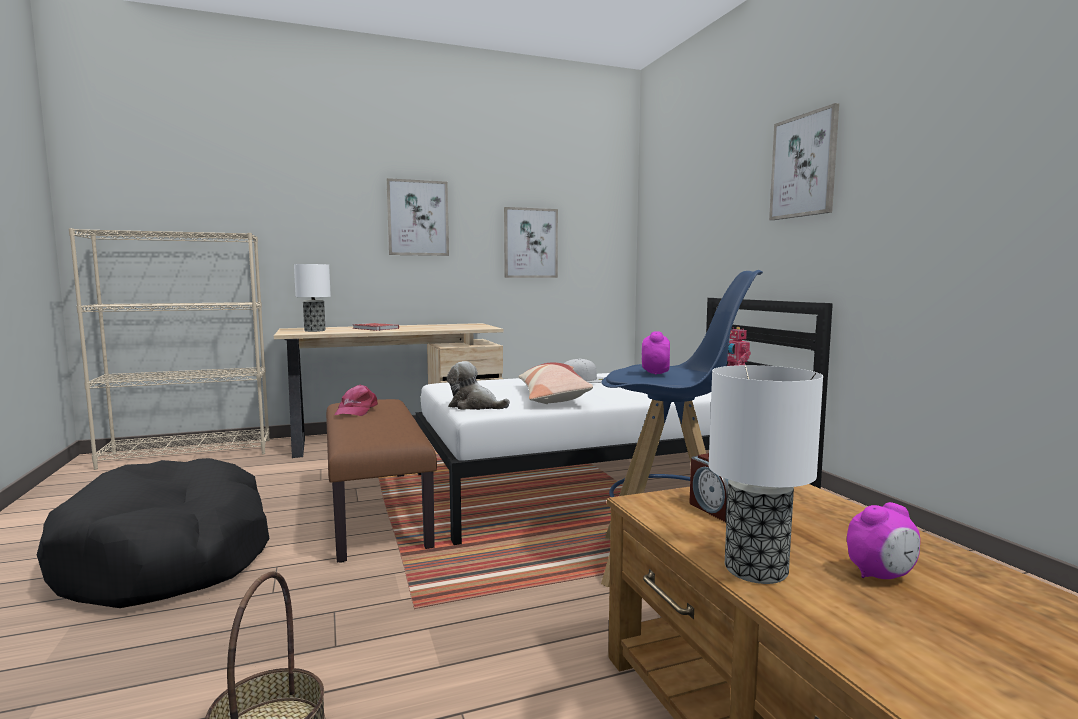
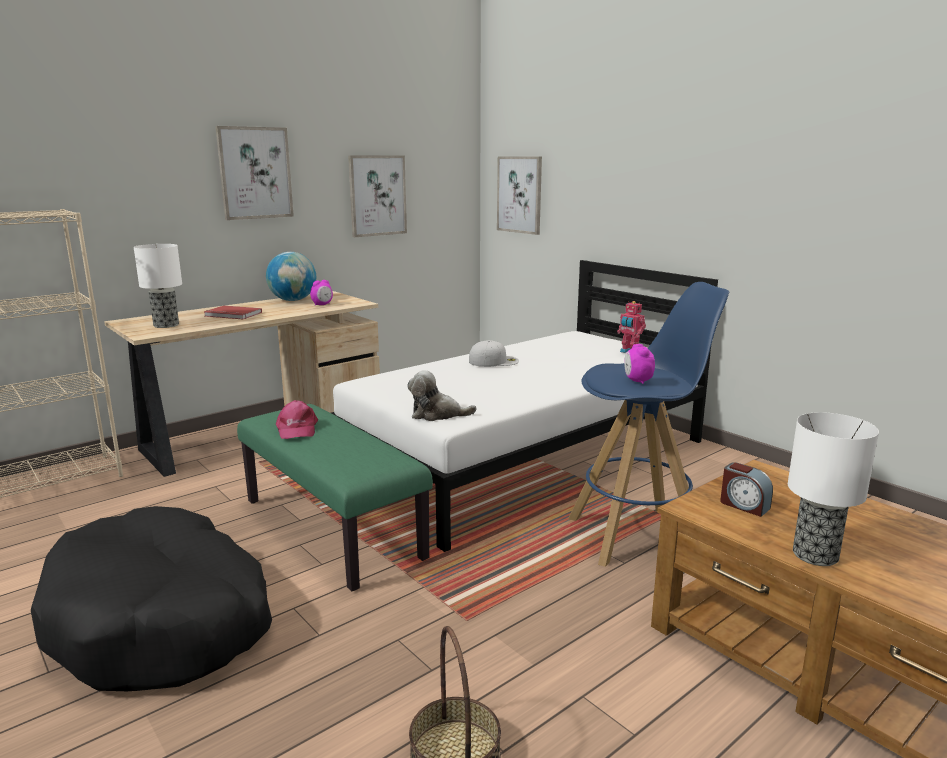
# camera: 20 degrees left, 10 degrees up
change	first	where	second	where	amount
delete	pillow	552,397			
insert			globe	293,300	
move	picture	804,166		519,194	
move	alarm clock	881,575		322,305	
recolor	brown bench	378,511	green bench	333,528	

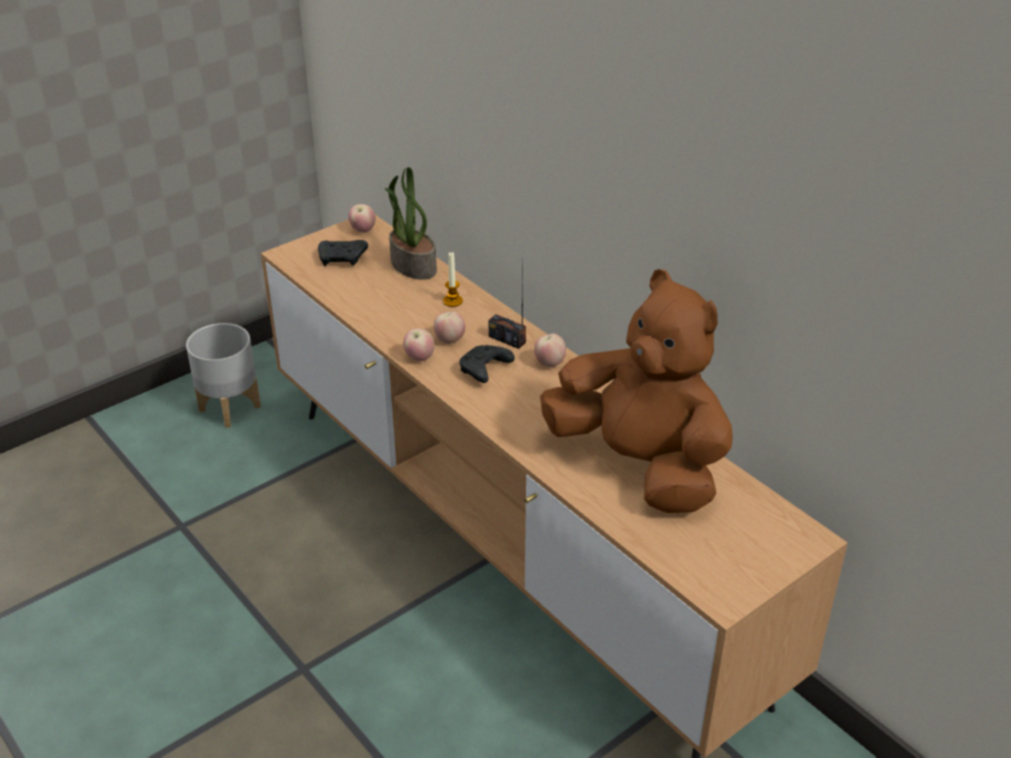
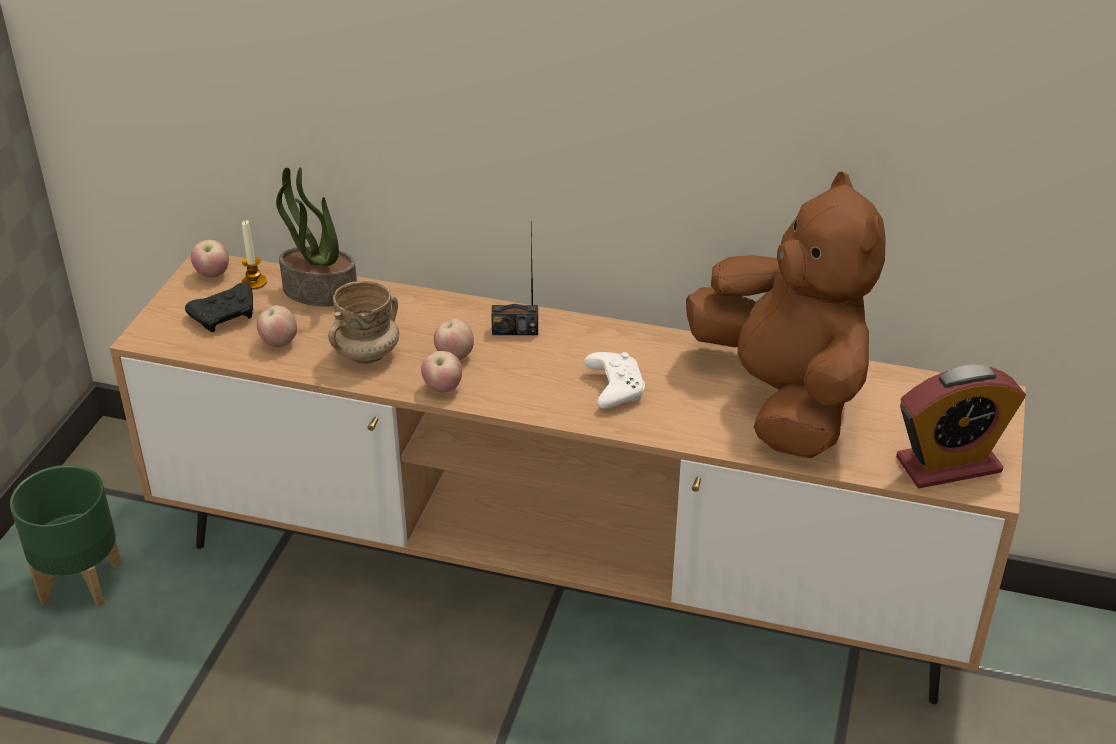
# camera: 35 degrees left, 0 degrees up
change	first	where	second	where	amount
delete	black game controller	484,371			
insert			beige mug	367,354	
insert			white game controller	613,388	
insert			alarm clock	948,465	
move	candle	452,301		254,282	
move	apple	550,363		279,342	
recolor	grey planter	231,407	green planter	81,581	
rotate	brown plush toy	640,465		783,398	60 degrees clockwise

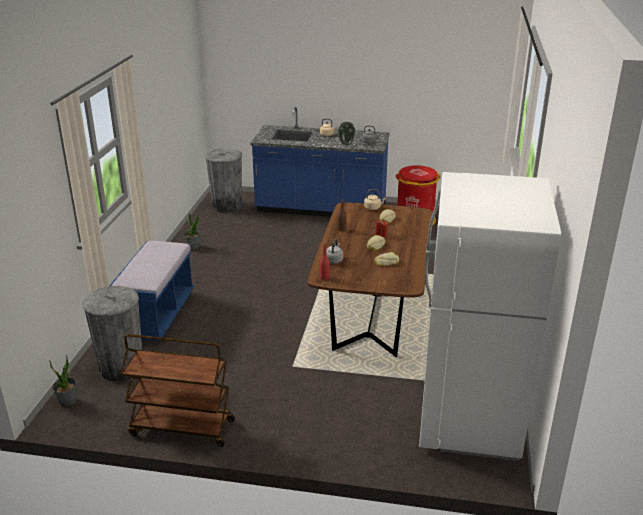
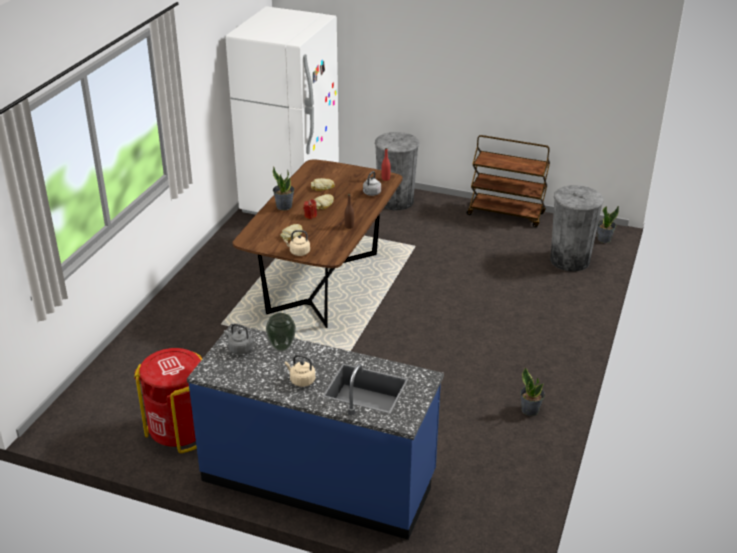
# camera: 170 degrees left, 5 degrees up
change	first	where	second	where	amount
delete	blue bench	156,315			
insert			potted plant	284,206	
move	grey trash can	227,206		395,201	

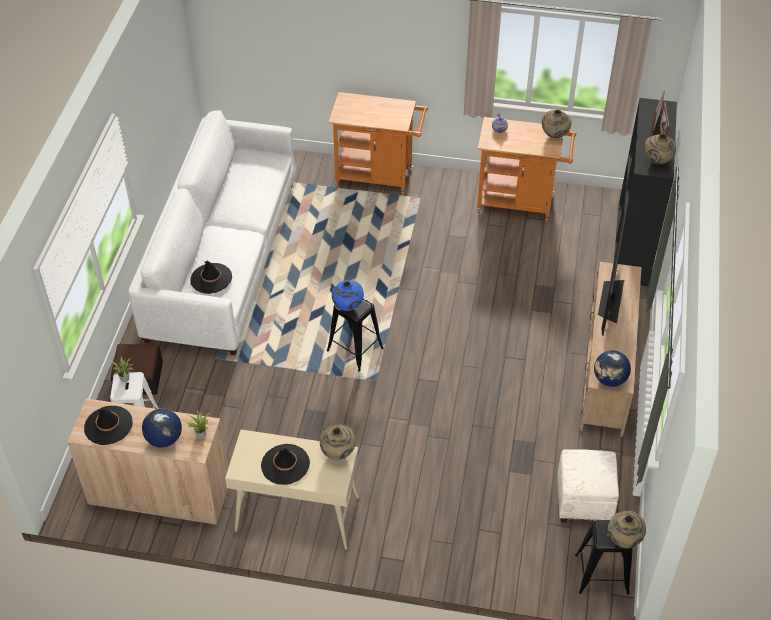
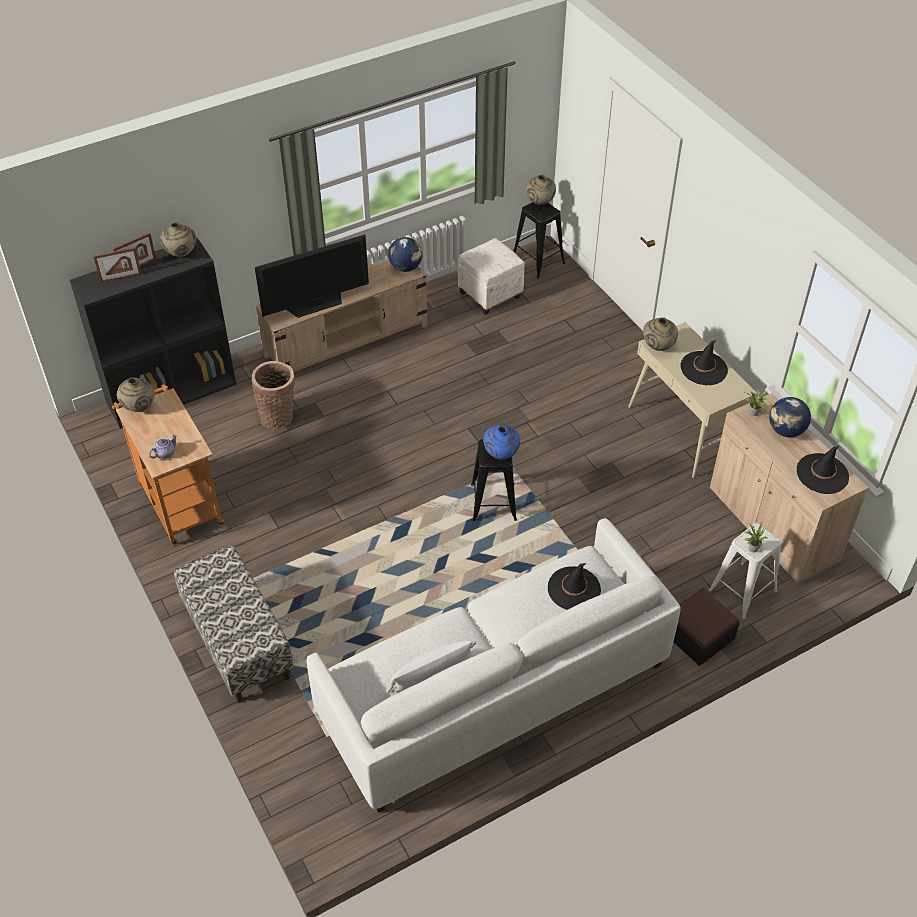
# camera: 130 degrees left, 0 degrees up
change	first	where	second	where	amount
insert			basket	278,416	
insert			white pillow	430,675	
replace	orange cart	379,177	bench	237,642	

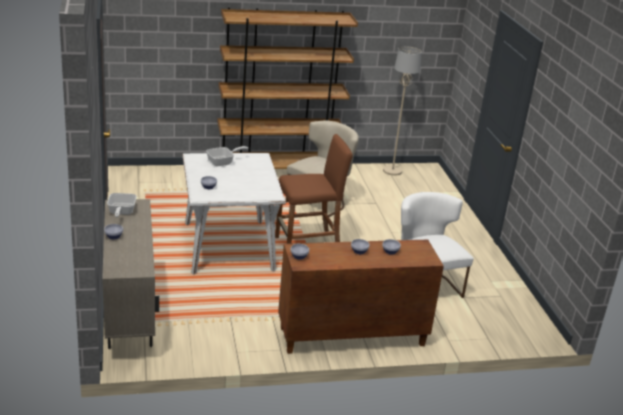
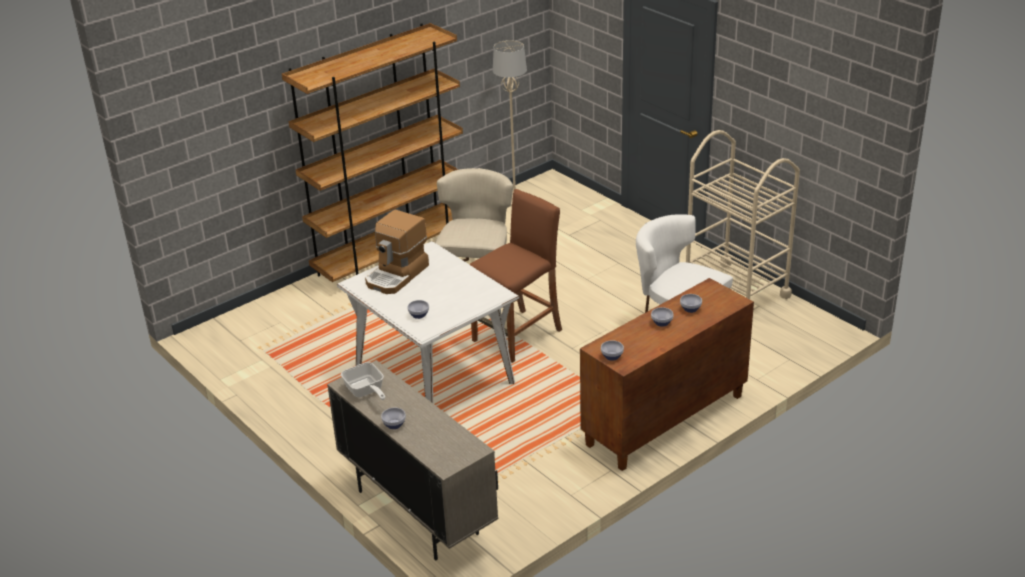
# camera: 25 degrees left, 5 degrees up
change	first	where	second	where	amount
insert			beige cart	735,291	
replace	frying pan	223,162	coffee machine	397,275	

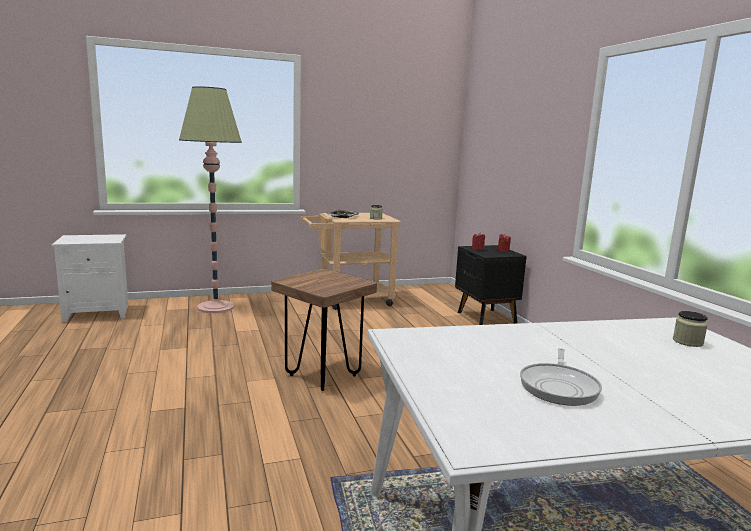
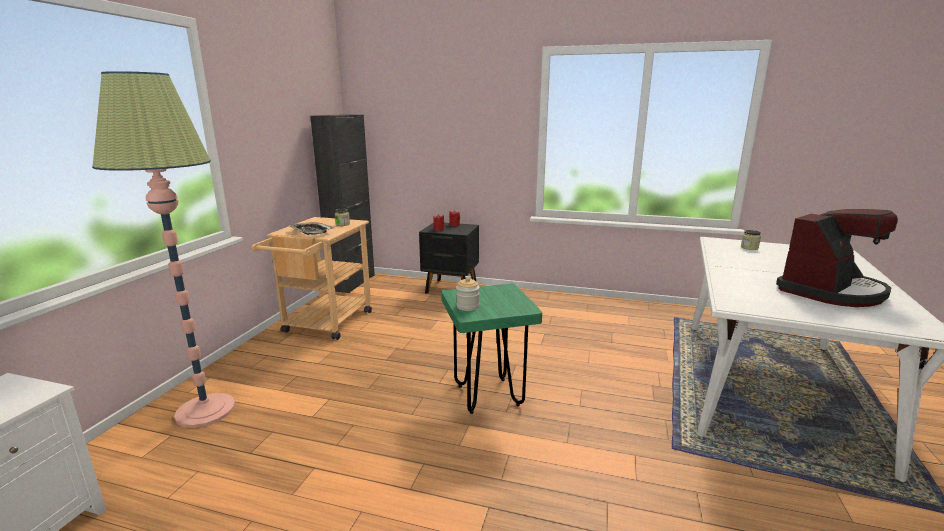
# camera: 55 degrees left, 5 degrees up
change	first	where	second	where	amount
insert			black cabinet	352,282	
insert			jar	467,306	
replace	frying pan	559,386	coffee machine	831,291	
recolor	brown stool	322,375	green stool	488,395	

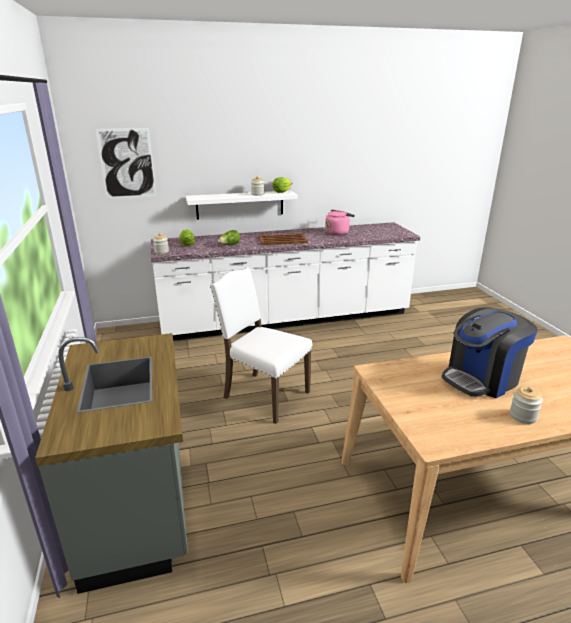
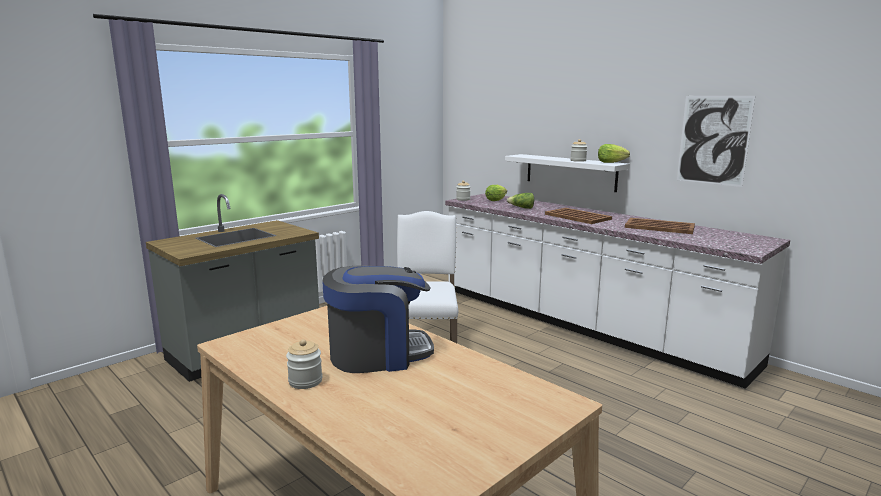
# camera: 60 degrees right, 10 degrees down
change	first	where	second	where	amount
move	picture	127,163		713,140	
replace	pink kettle	338,233	brown tray	660,227	
rotate	coffee machine	481,378		378,354	135 degrees clockwise

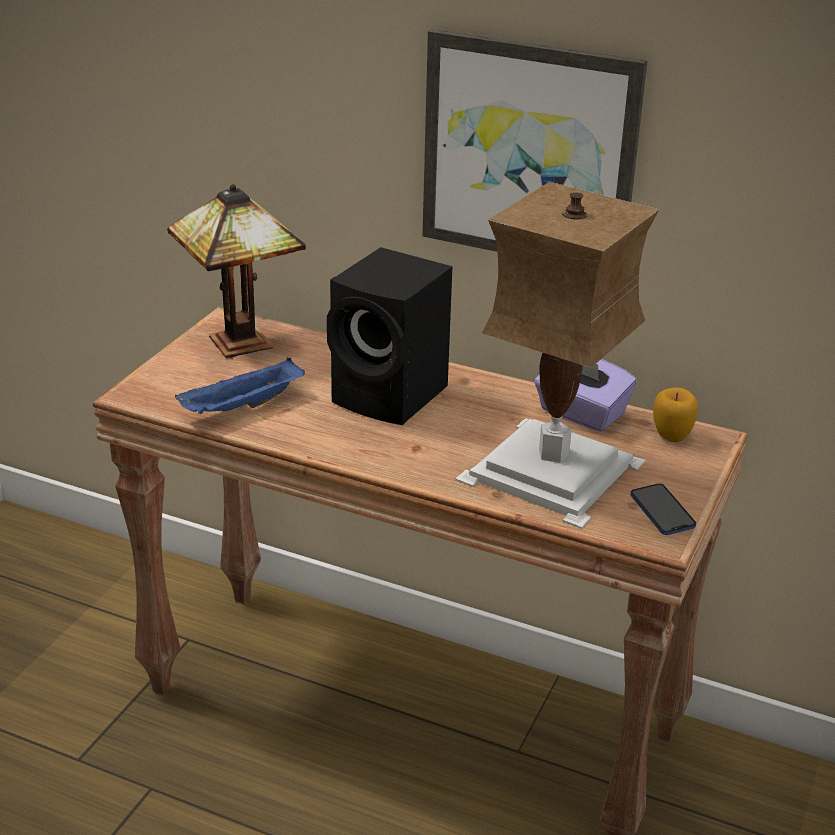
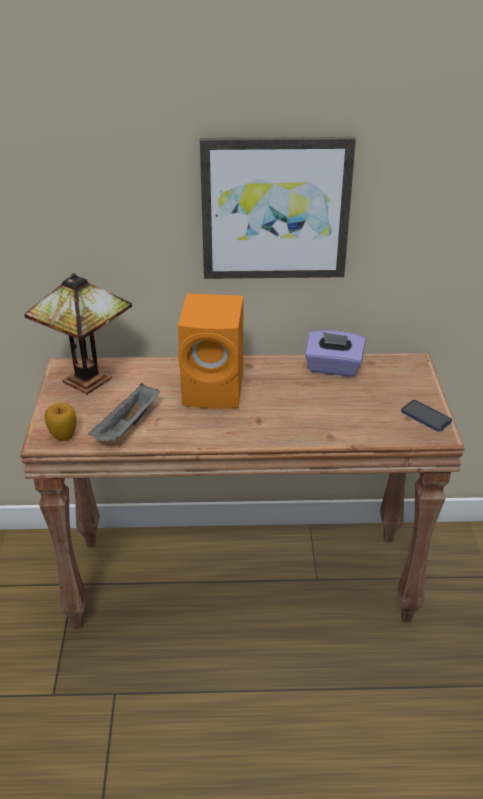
# camera: 25 degrees left, 5 degrees up
change	first	where	second	where	amount
delete	table lamp	547,471			
move	apple	671,436		63,436	
recolor	blue tray	242,407	grey tray	127,426	
recolor	black speaker	392,397	orange speaker	216,390	

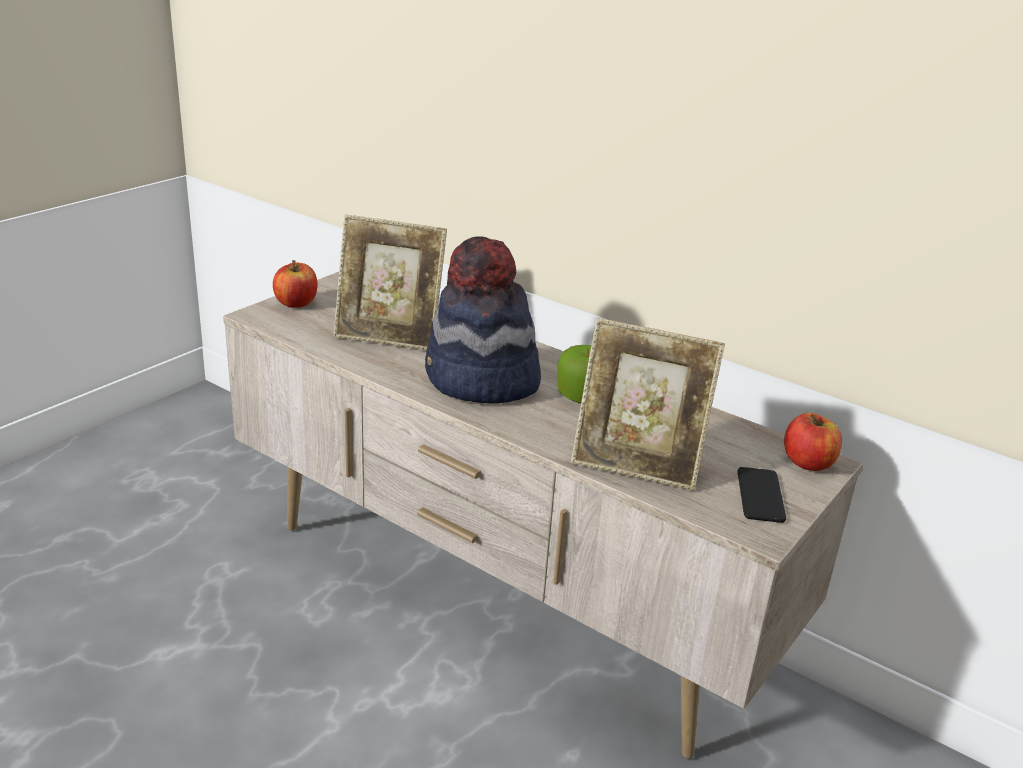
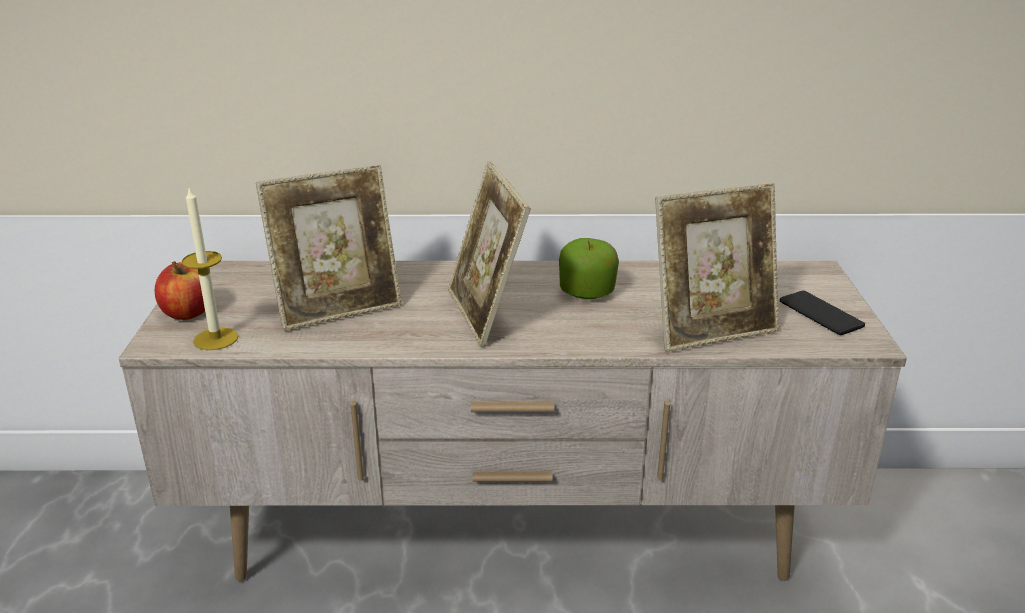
# camera: 35 degrees left, 0 degrees up
change	first	where	second	where	amount
delete	apple	808,463			
insert			candle	216,339	
replace	hat	481,381	picture frame	486,314	

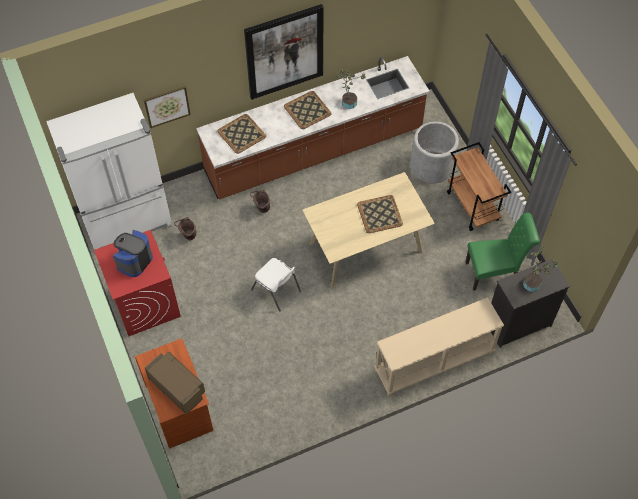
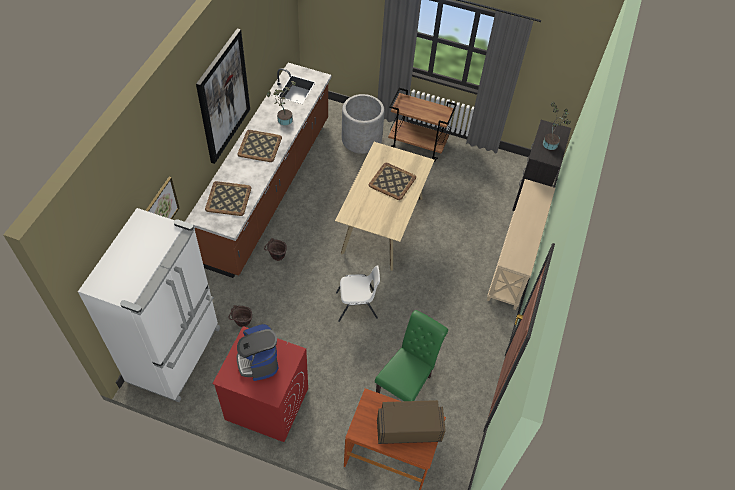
# camera: 50 degrees left, 5 degrees down
change	first	where	second	where	amount
move	green chair	494,272		406,383	

